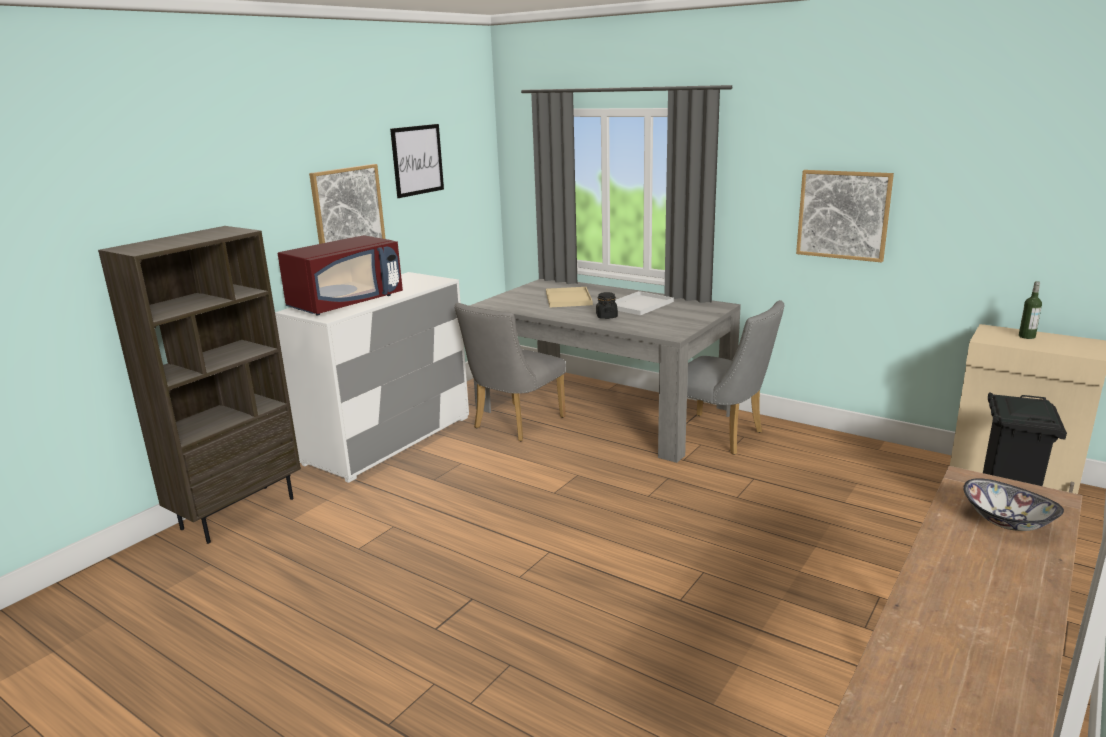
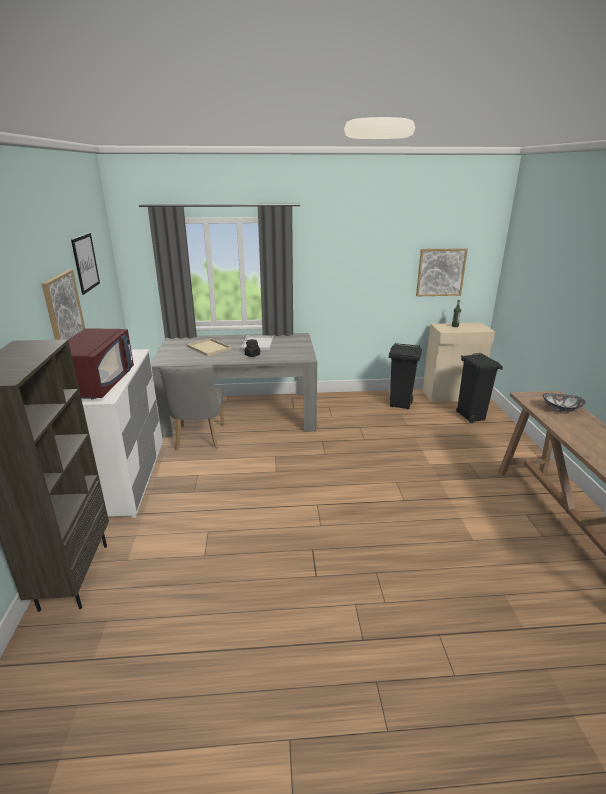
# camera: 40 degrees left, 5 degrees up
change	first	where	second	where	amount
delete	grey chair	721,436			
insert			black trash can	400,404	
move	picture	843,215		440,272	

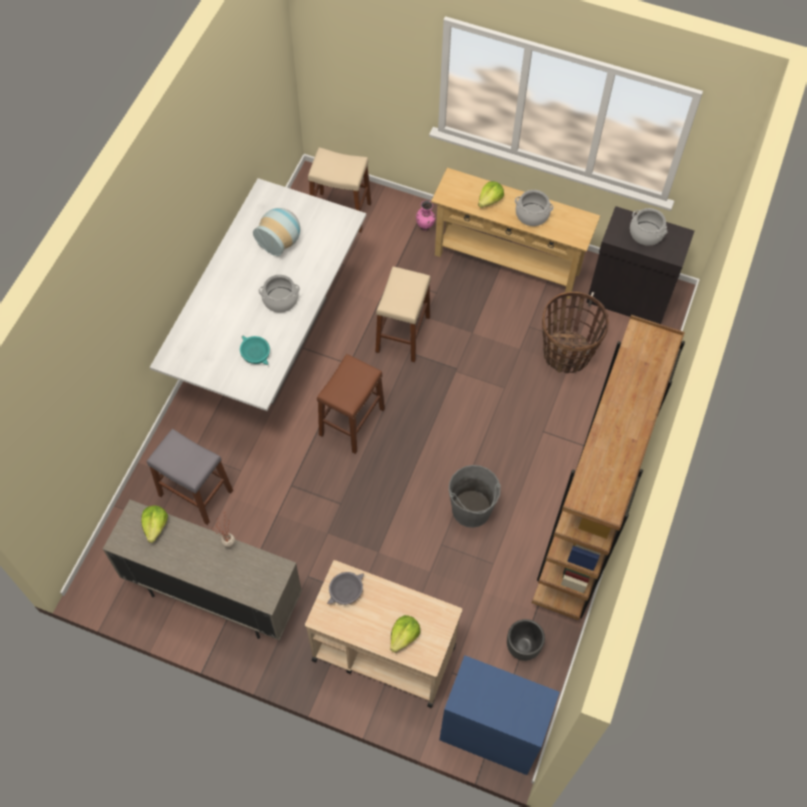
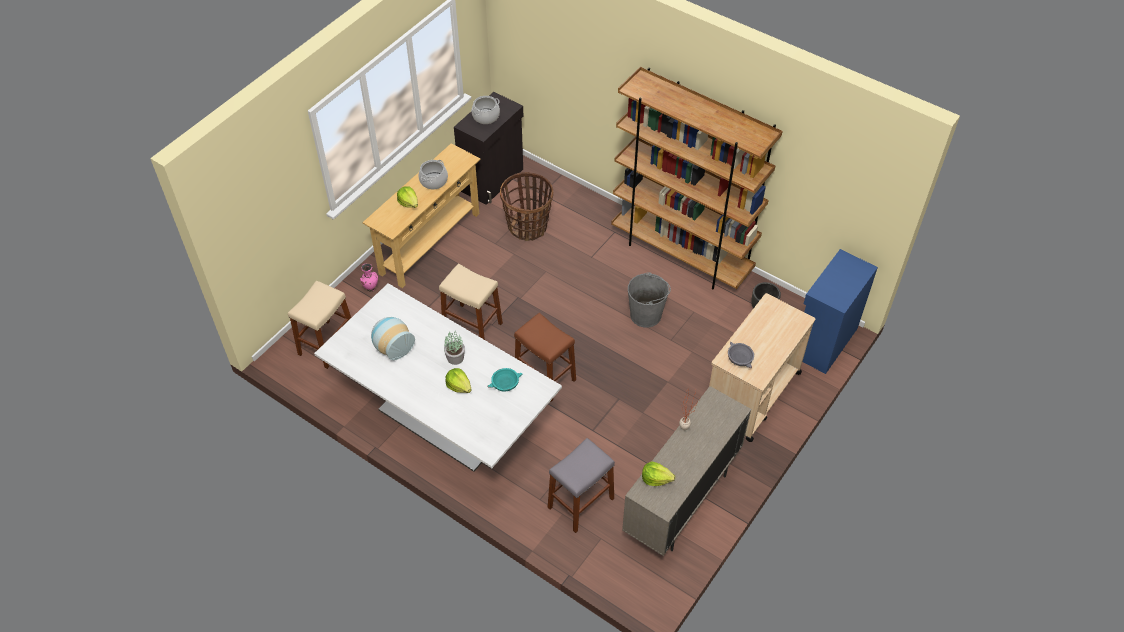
# camera: 75 degrees left, 10 degrees down
change	first	where	second	where	amount
move	lettuce	404,636		459,386	
replace	cooking pot	280,299	potted plant	455,357	

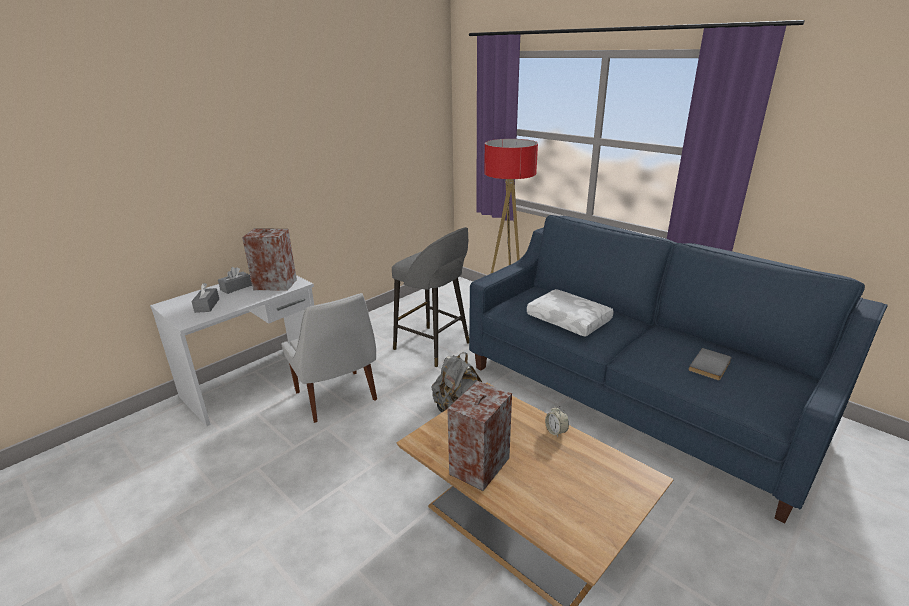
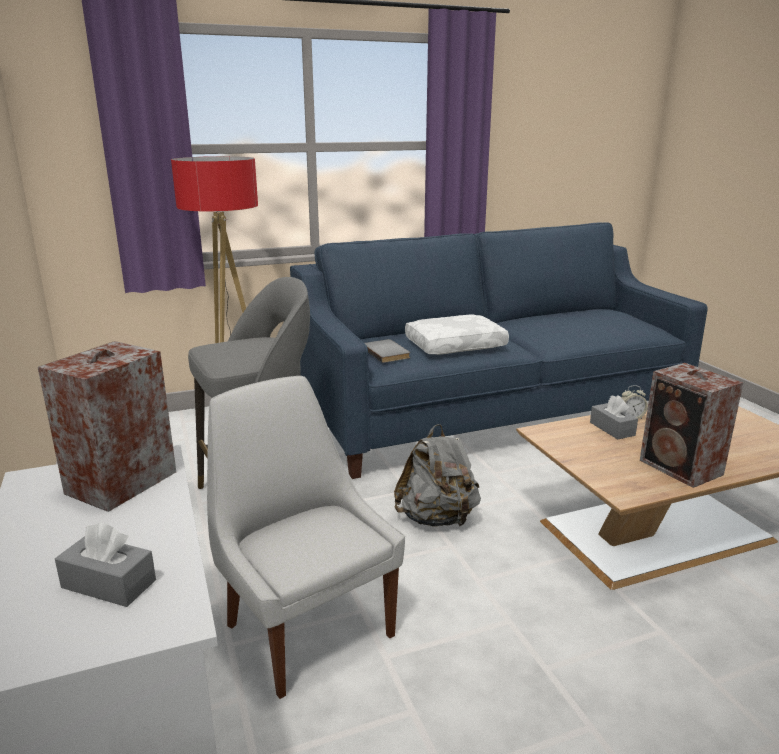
# camera: 65 degrees left, 5 degrees down
change	first	where	second	where	amount
move	grey tissue box	236,287		612,429	
move	grey book	711,366		387,353	
rotate	white chair	337,398		306,627	120 degrees counterclockwise

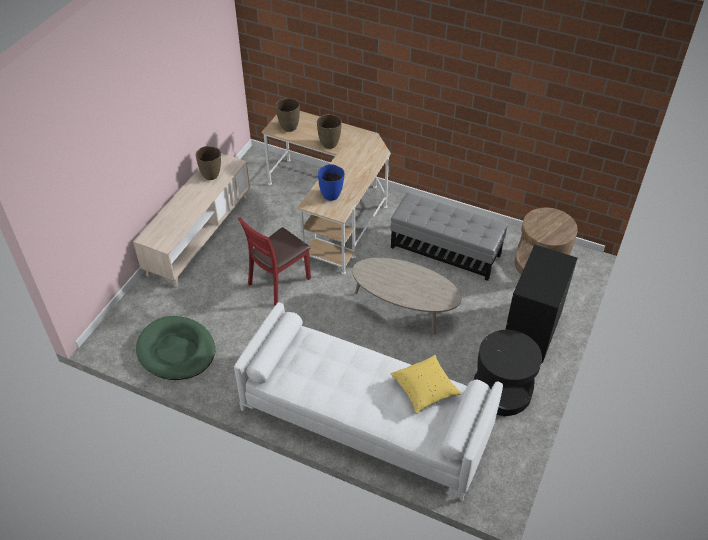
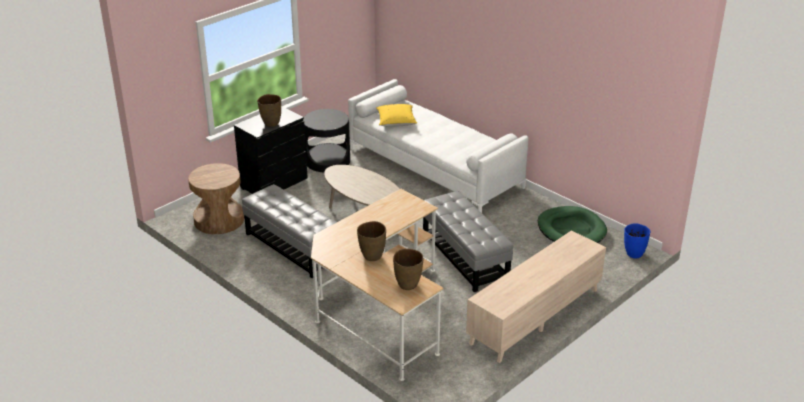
# camera: 160 degrees left, 15 degrees down
change	first	where	second	where	amount
move	brown vase	211,175		271,123	
move	blue vase	331,195		633,254	
replace	red chair	279,282	grey ottoman	465,257	

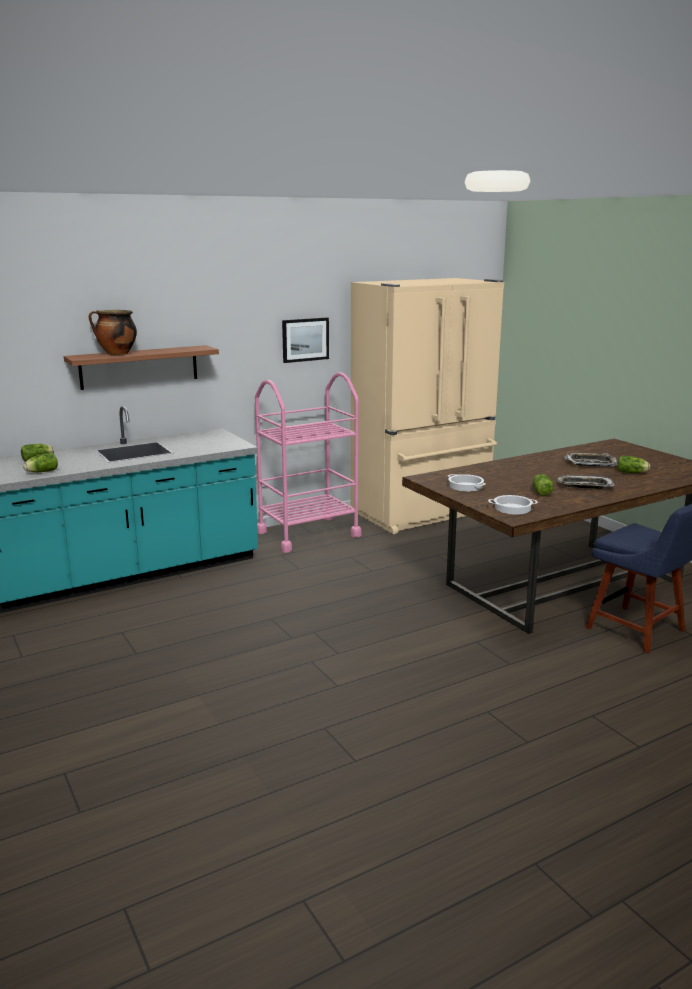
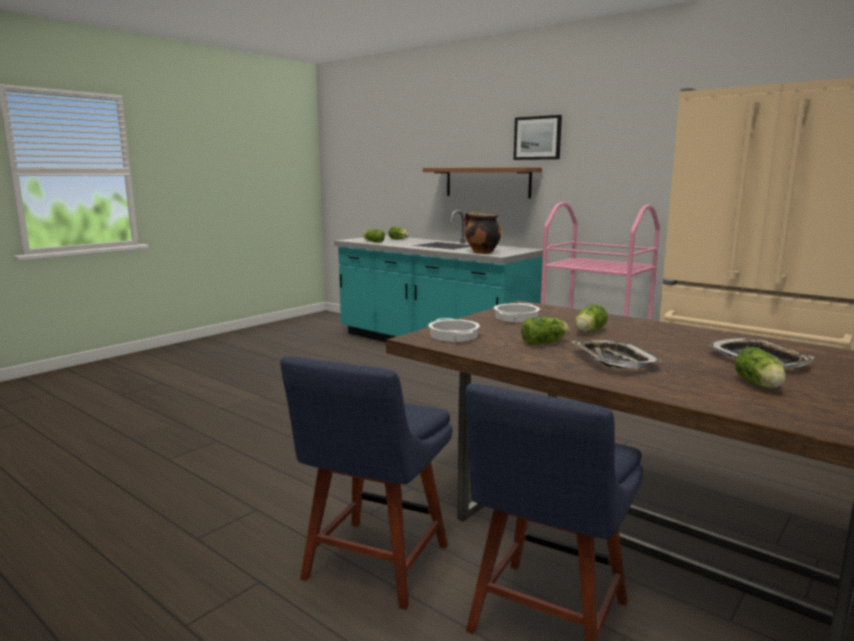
# camera: 70 degrees right, 5 degrees down
change	first	where	second	where	amount
insert			blue chair	373,566	
insert			lettuce	588,331	
move	cooking pot	116,354		481,252	
move	picture	305,339		537,138	

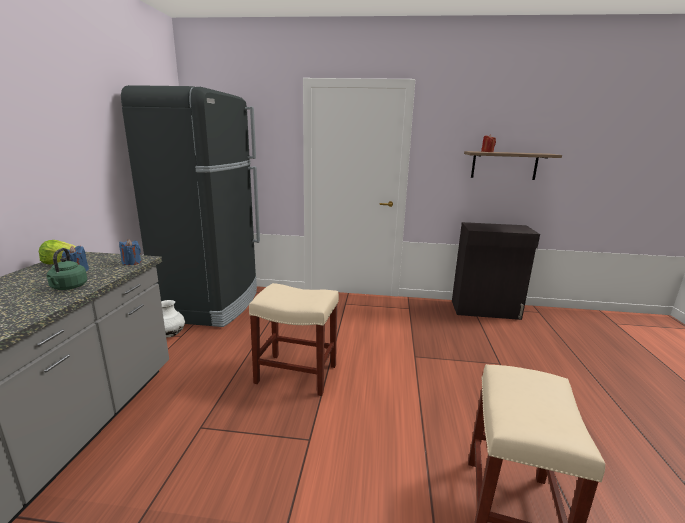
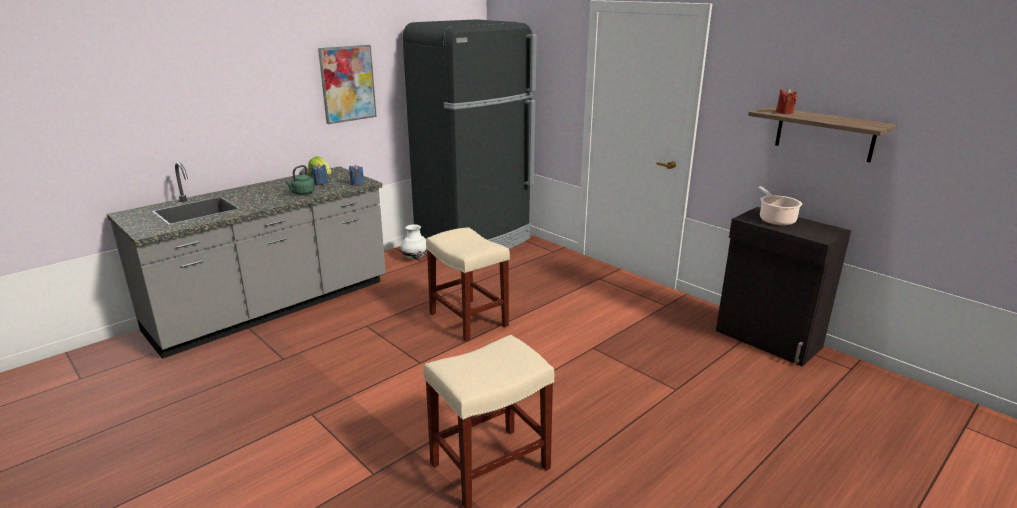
# camera: 40 degrees right, 5 degrees up
change	first	where	second	where	amount
insert			picture	347,84	
insert			cooking pot	775,220	

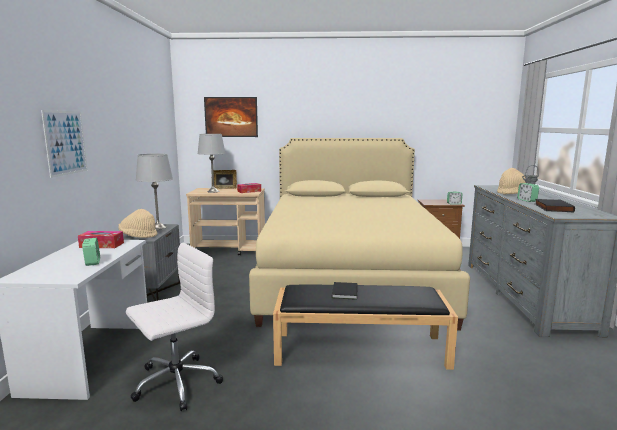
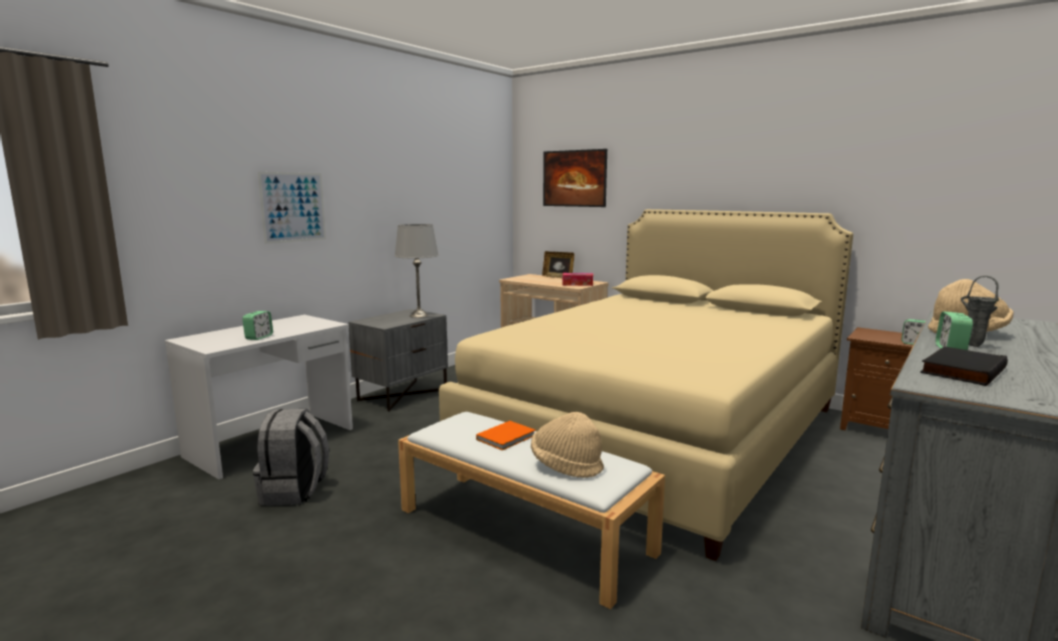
# camera: 35 degrees right, 0 degrees up
change	first	where	second	where	amount
delete	tissue box	101,245			
delete	grey table lamp	213,191			
move	beige hat	138,236		566,466	
replace	white office chair	175,383	grey backpack	294,492	
recolor	black bench	361,349	white bench	525,530	
recolor	black book	345,292	orange book	507,437	

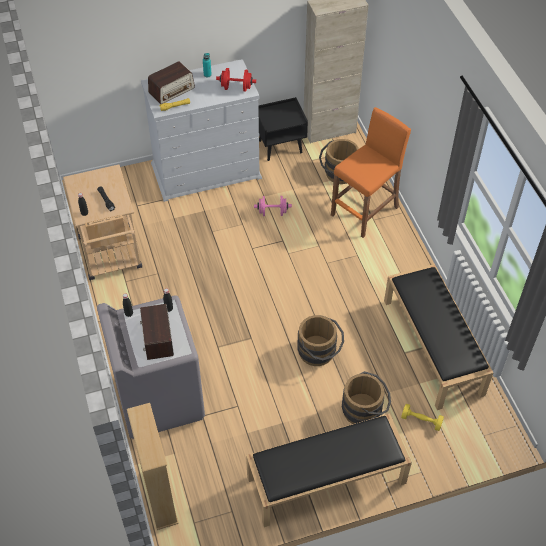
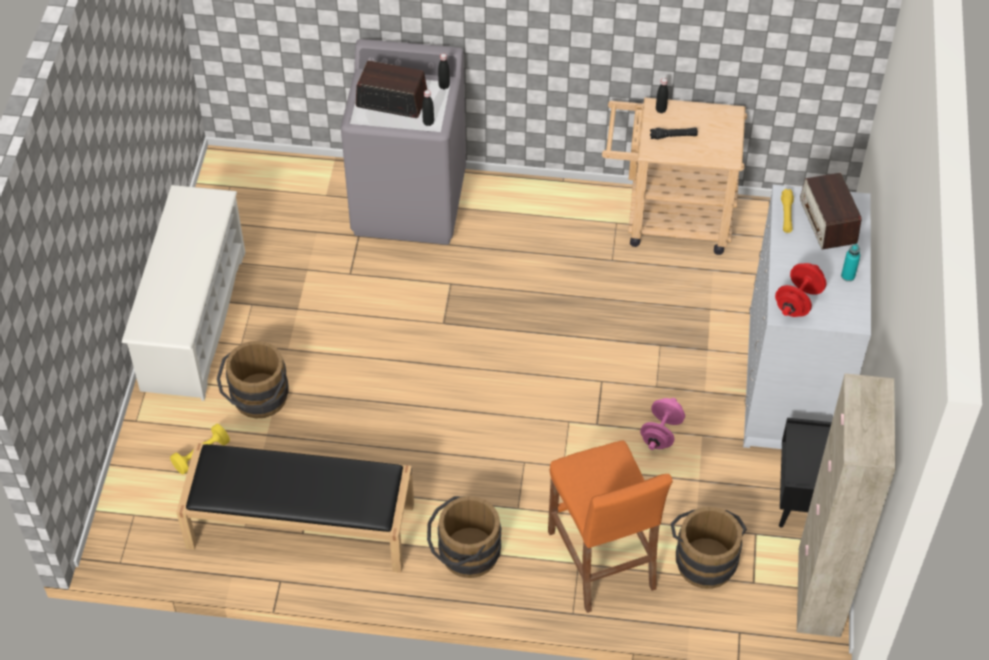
# camera: 115 degrees right, 0 degrees up
change	first	where	second	where	amount
delete	beige bookcase	159,497			
move	brown bucket	319,353		464,555	
replace	black bench	325,481	white shoe rack	193,320	

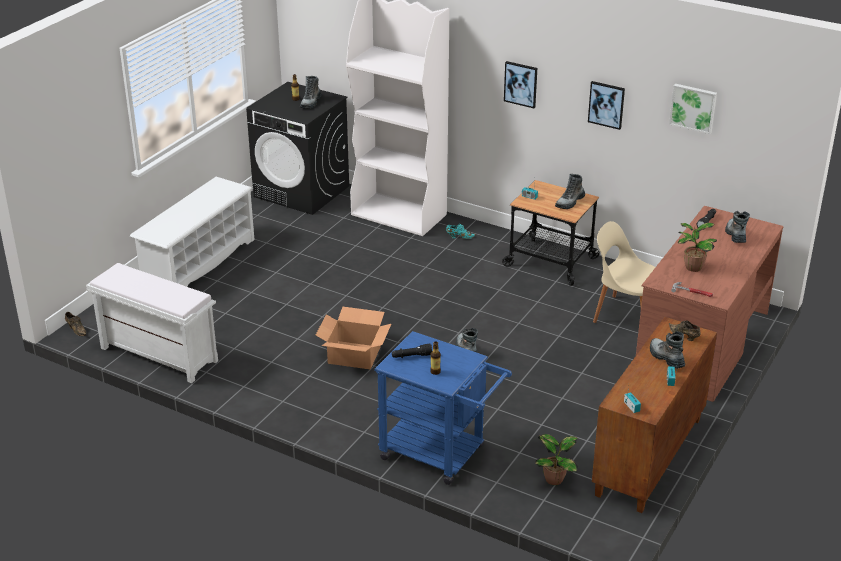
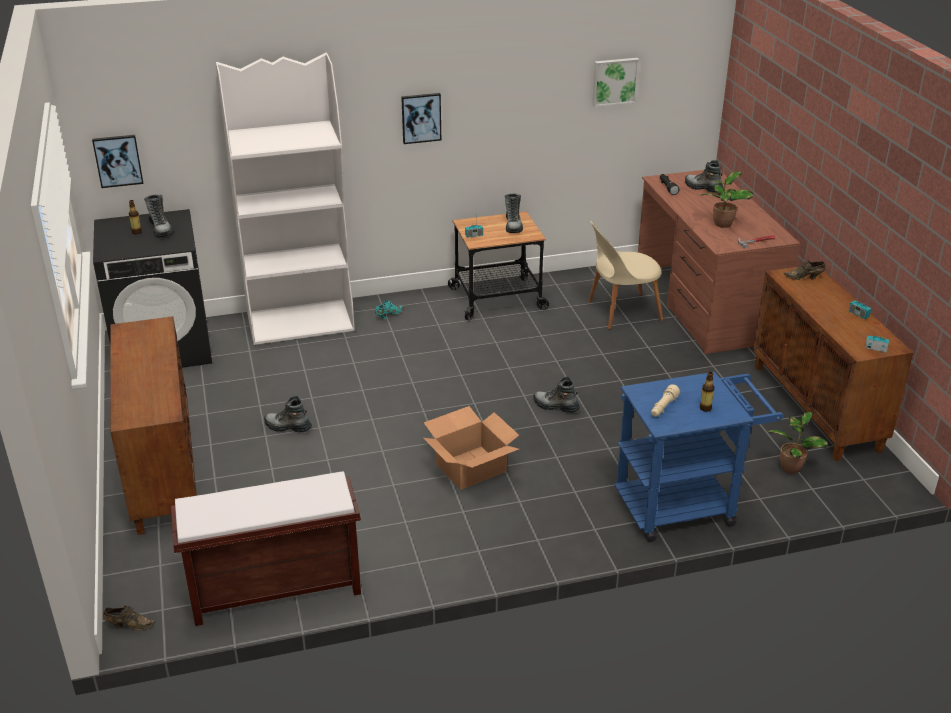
# camera: 45 degrees left, 0 degrees up
change	first	where	second	where	amount
move	picture	606,104		118,160	
move	boot	666,358		288,427	
replace	white shoe rack	198,262	brown cabinet	162,471	
recolor	white bench	157,354	brown bench	274,590	
recolor	black flashlight	411,356	beige flashlight	663,407	

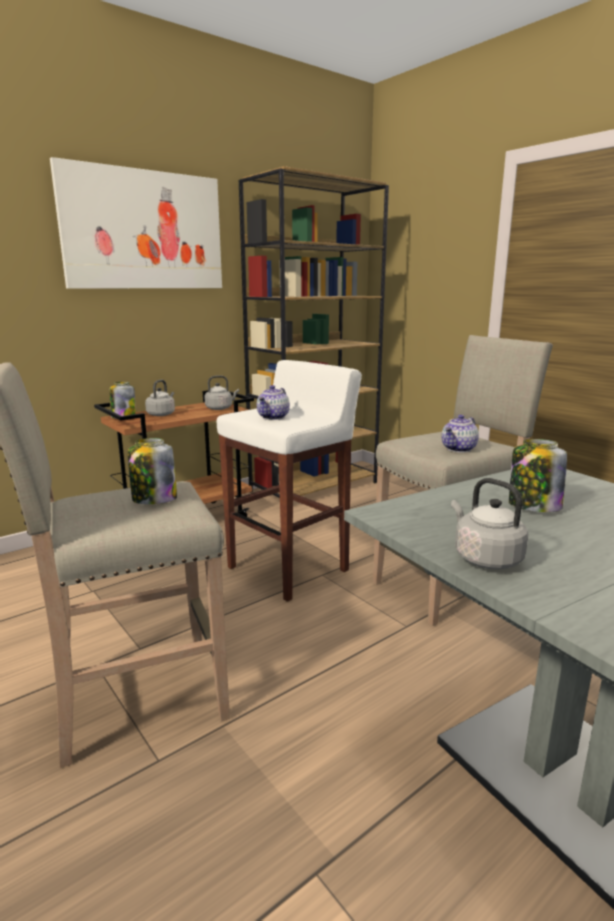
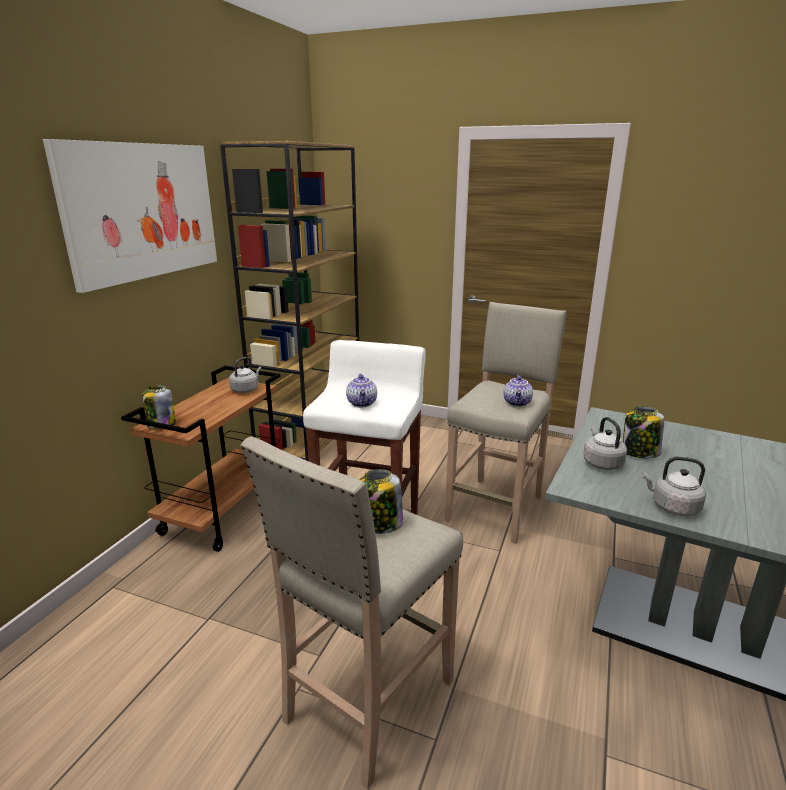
# camera: 30 degrees left, 5 degrees up
change	first	where	second	where	amount
move	grey kettle	162,414		601,462	

